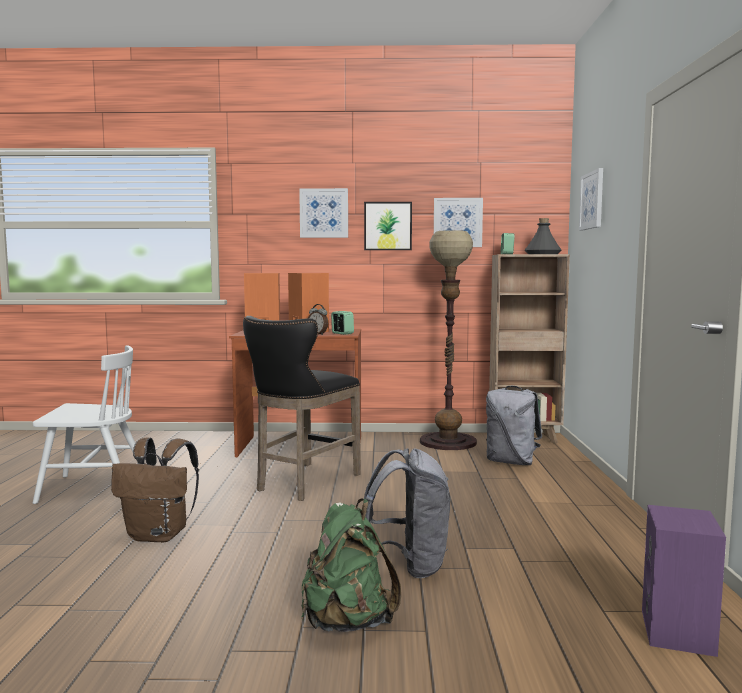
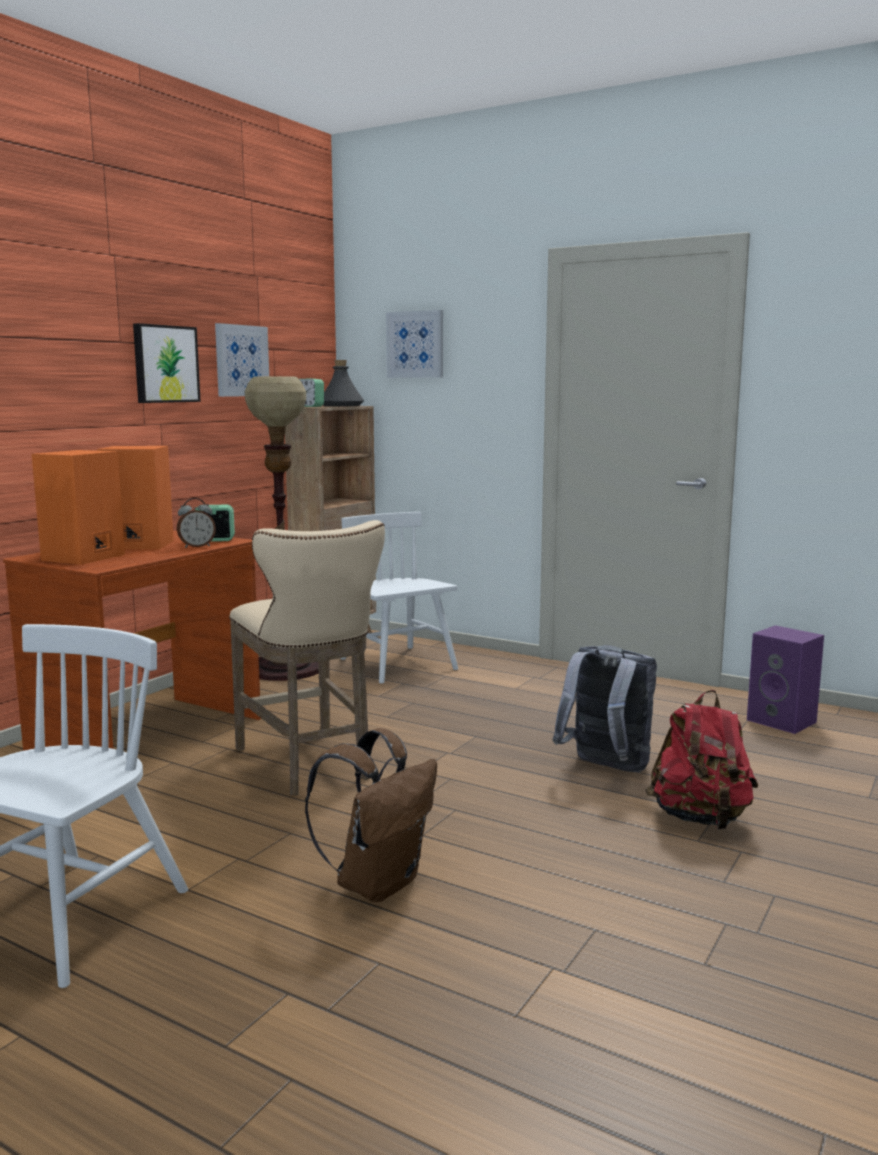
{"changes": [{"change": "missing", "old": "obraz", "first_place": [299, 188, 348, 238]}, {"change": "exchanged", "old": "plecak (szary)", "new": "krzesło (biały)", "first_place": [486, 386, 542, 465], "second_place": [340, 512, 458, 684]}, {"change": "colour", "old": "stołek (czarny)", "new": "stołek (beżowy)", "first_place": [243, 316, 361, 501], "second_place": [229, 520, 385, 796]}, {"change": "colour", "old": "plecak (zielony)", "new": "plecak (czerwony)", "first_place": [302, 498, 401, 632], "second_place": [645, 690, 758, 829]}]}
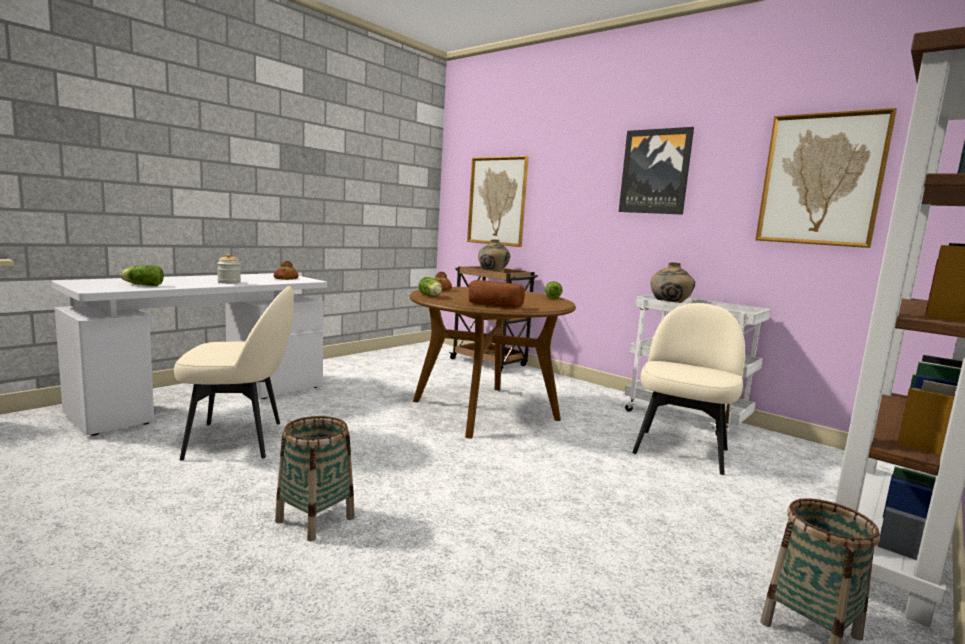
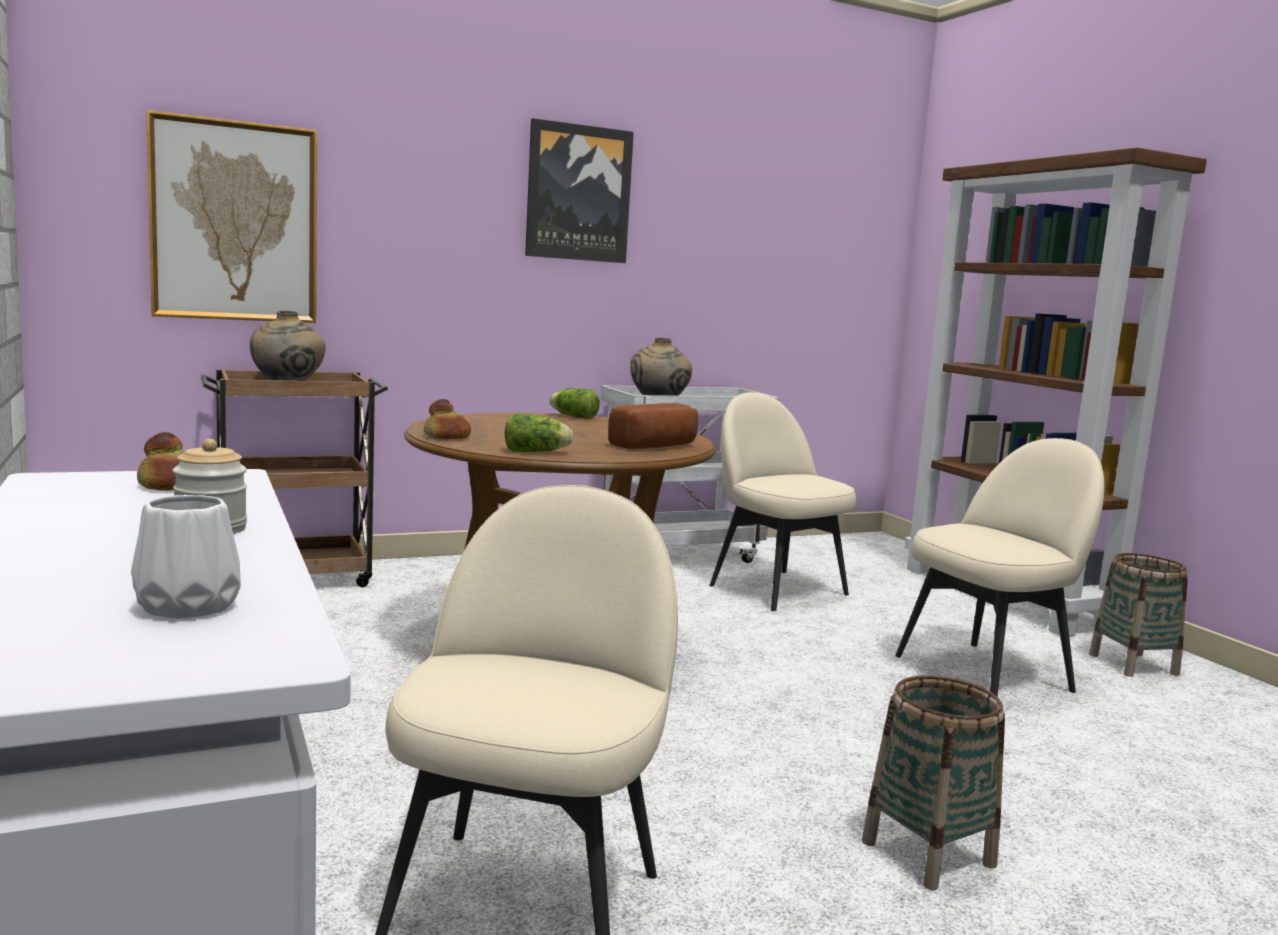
{"changes": [{"change": "missing", "old": "obraz", "first_place": [755, 108, 897, 248]}, {"change": "appeared", "new": "krzesło (beżowy)", "second_place": [895, 438, 1105, 696]}, {"change": "exchanged", "old": "sałata", "new": "wazon (biały)", "first_place": [120, 265, 164, 286], "second_place": [131, 495, 241, 619]}]}
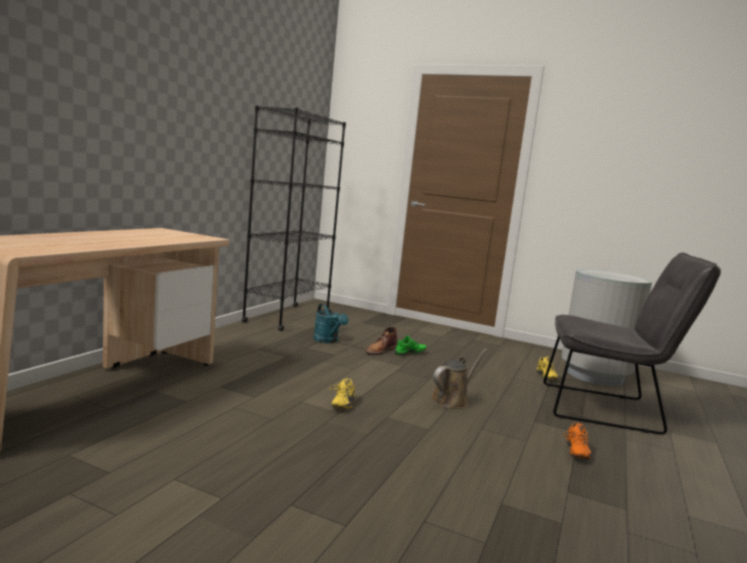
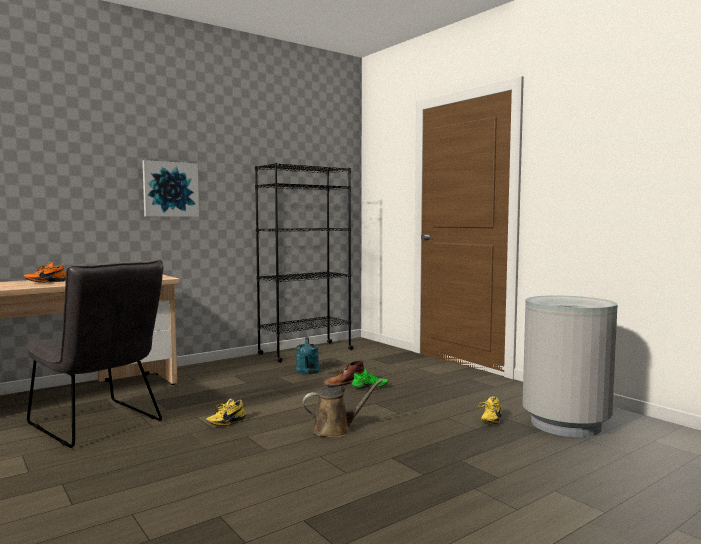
{"changes": [{"change": "appeared", "new": "obraz", "second_place": [142, 160, 199, 217]}, {"change": "relocated", "old": "krzesło (szary)", "first_place": [544, 253, 721, 435], "second_place": [25, 260, 163, 448]}, {"change": "relocated", "old": "but (pomarańczowy)", "first_place": [564, 422, 591, 460], "second_place": [24, 261, 66, 283]}]}
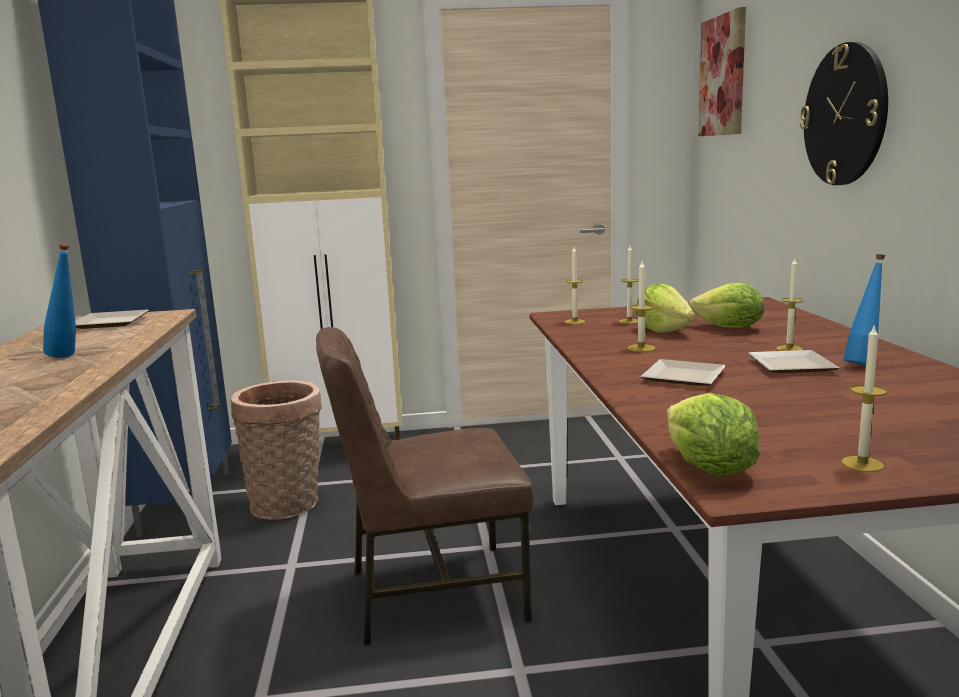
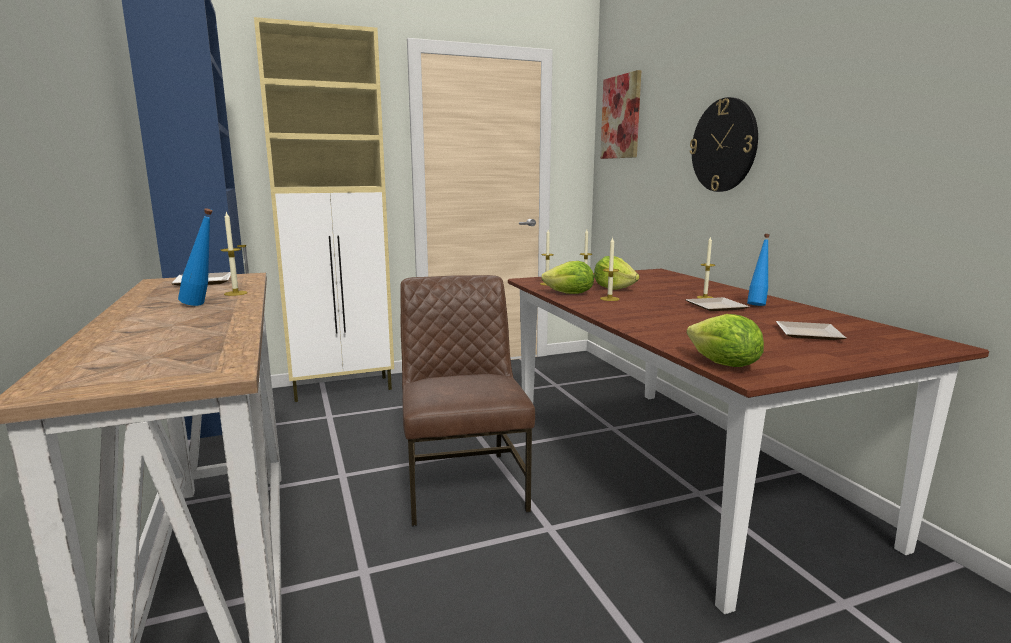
{"changes": [{"change": "missing", "old": "koszyk", "first_place": [231, 380, 322, 520]}, {"change": "relocated", "old": "talerz", "first_place": [640, 359, 725, 386], "second_place": [776, 321, 846, 340]}, {"change": "relocated", "old": "sałata", "first_place": [689, 283, 764, 328], "second_place": [541, 261, 594, 294]}, {"change": "relocated", "old": "świeca", "first_place": [841, 326, 888, 472], "second_place": [221, 211, 248, 296]}, {"change": "spun", "old": "krzesło (brązowy)", "first_place": [316, 327, 534, 646], "second_place": [400, 275, 535, 527], "degrees": 105}]}
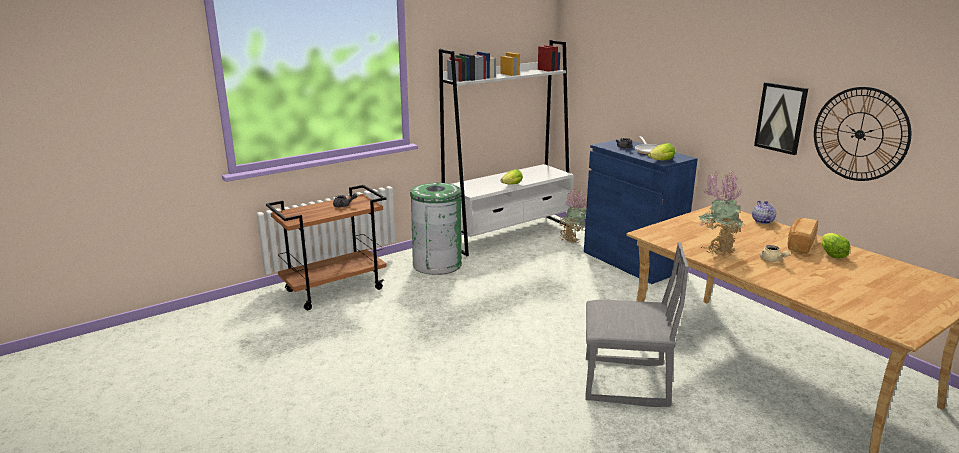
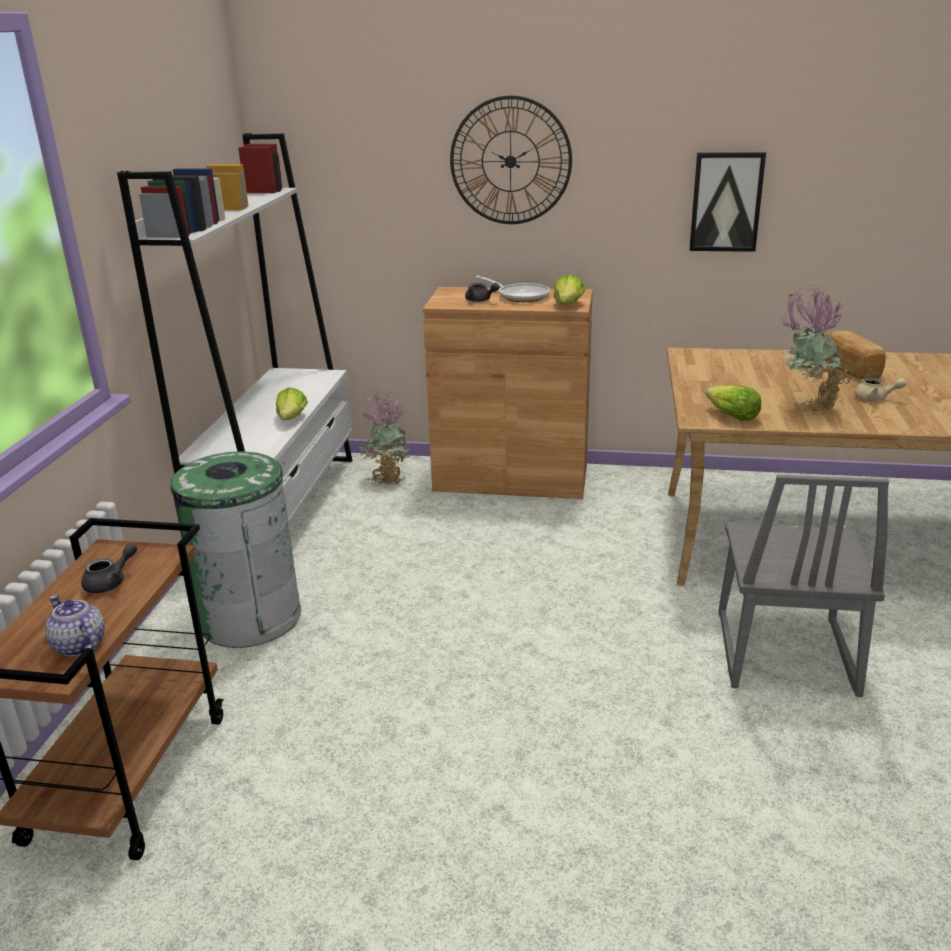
{"changes": [{"change": "relocated", "old": "imbryk", "first_place": [752, 201, 776, 224], "second_place": [45, 595, 105, 657]}, {"change": "relocated", "old": "zegar ścienny", "first_place": [814, 87, 911, 181], "second_place": [450, 95, 572, 224]}, {"change": "relocated", "old": "sałata", "first_place": [821, 233, 850, 259], "second_place": [705, 385, 761, 421]}, {"change": "colour", "old": "szafka (niebieski)", "new": "szafka (brązowy)", "first_place": [584, 139, 698, 284], "second_place": [423, 287, 593, 499]}, {"change": "spun", "old": "krzesło (szary)", "first_place": [585, 242, 689, 407], "second_place": [718, 475, 889, 697], "degrees": 135}]}
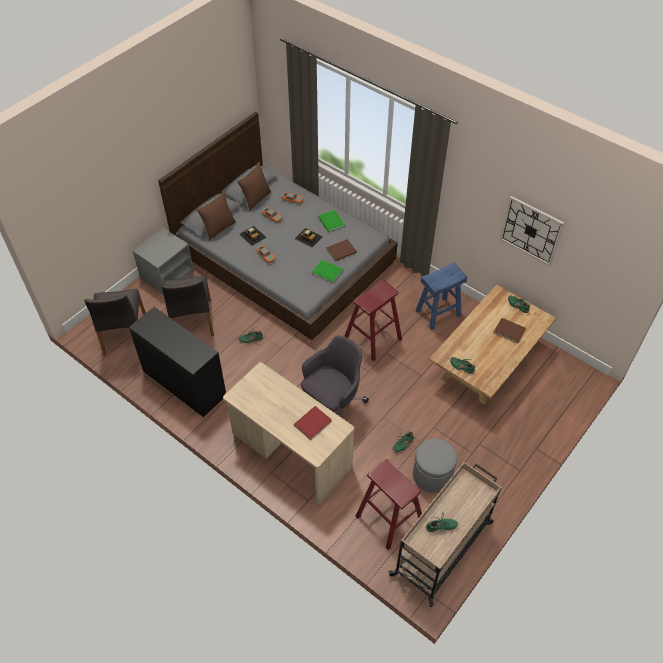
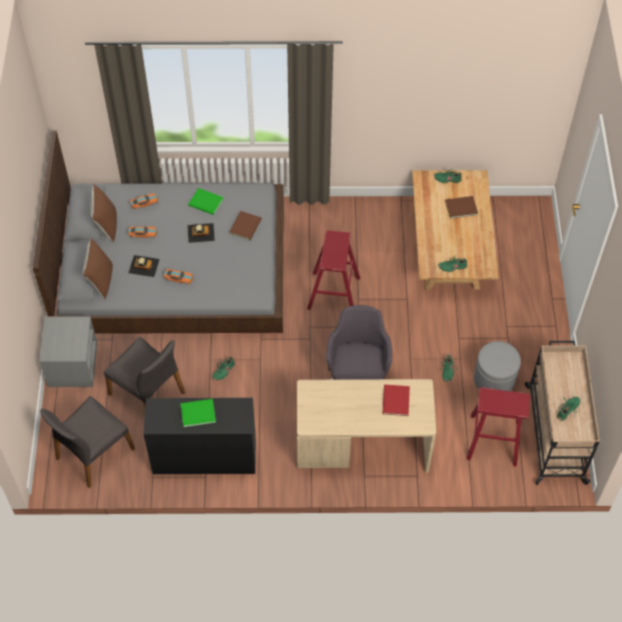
{"changes": [{"change": "missing", "old": "stołek (niebieski)", "first_place": [415, 262, 467, 330]}, {"change": "missing", "old": "zegar ścienny", "first_place": [500, 196, 564, 266]}, {"change": "relocated", "old": "książka (zielony)", "first_place": [312, 260, 343, 283], "second_place": [180, 399, 216, 427]}, {"change": "spun", "old": "krzesło (szary)", "first_place": [84, 289, 146, 356], "second_place": [40, 396, 135, 488], "degrees": 90}]}
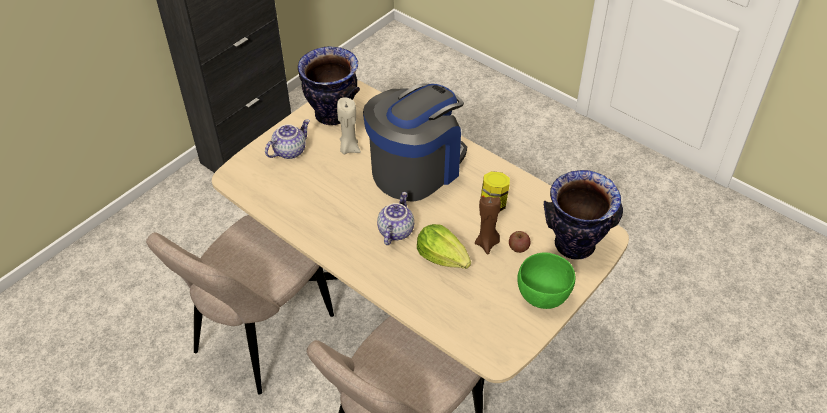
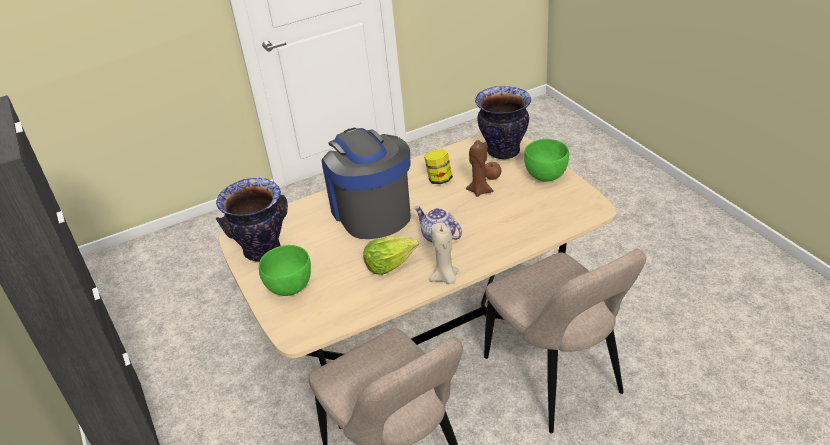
{"changes": [{"change": "relocated", "old": "świeca (beżowy)", "first_place": [337, 97, 361, 154], "second_place": [430, 222, 459, 284]}, {"change": "relocated", "old": "sałata", "first_place": [417, 224, 471, 269], "second_place": [363, 236, 419, 275]}, {"change": "exchanged", "old": "imbryk", "new": "miska (zielony)", "first_place": [265, 119, 310, 159], "second_place": [259, 245, 311, 296]}]}
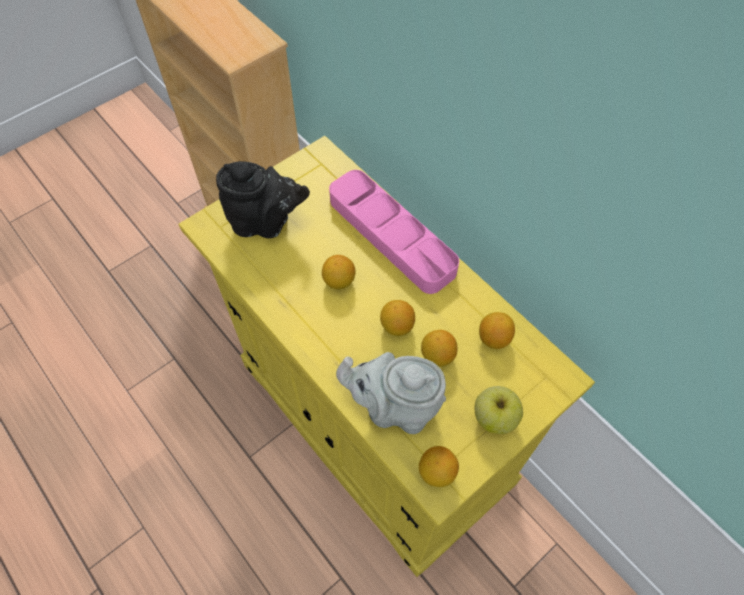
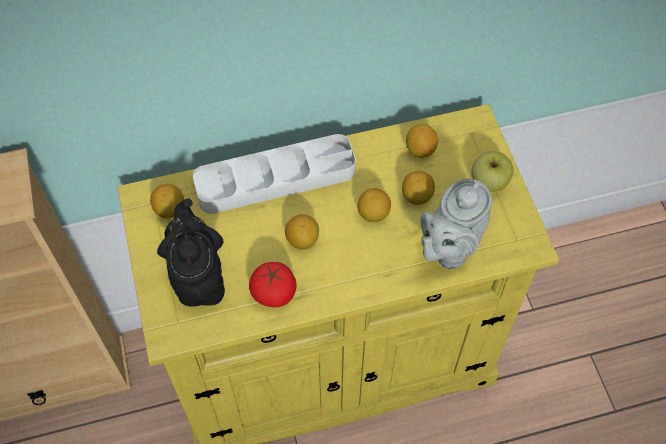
{"changes": [{"change": "appeared", "new": "pomidor", "second_place": [249, 262, 297, 307]}, {"change": "relocated", "old": "cytryna", "first_place": [419, 446, 459, 487], "second_place": [150, 184, 184, 218]}, {"change": "colour", "old": "taca (różowy)", "new": "taca (biały)", "first_place": [329, 170, 459, 294], "second_place": [193, 134, 356, 214]}, {"change": "spun", "old": "imbryk (czarny)", "first_place": [216, 161, 310, 238], "second_place": [157, 198, 225, 307], "degrees": -45}]}
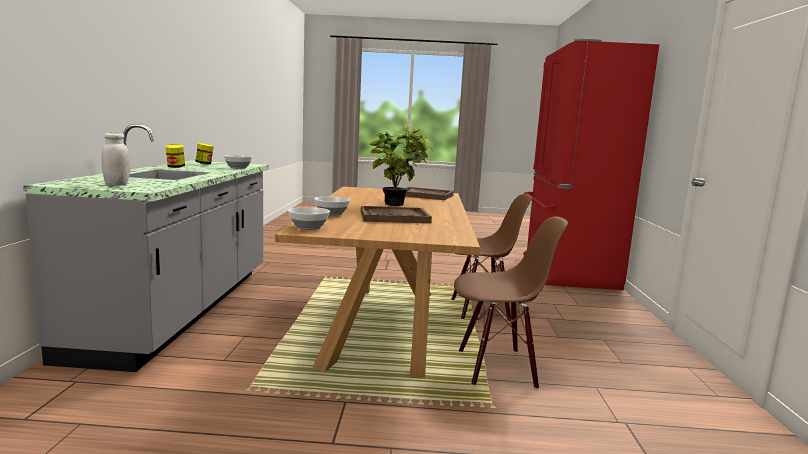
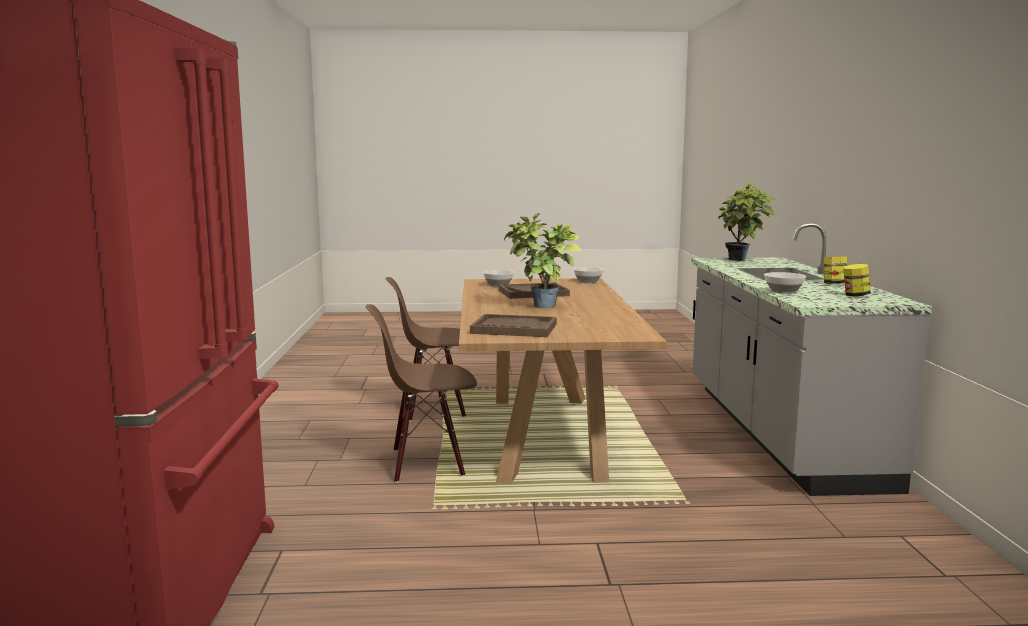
{"changes": [{"change": "relocated", "old": "miska", "first_place": [314, 197, 350, 216], "second_place": [483, 270, 514, 287]}, {"change": "exchanged", "old": "słoik (biały)", "new": "roślina doniczkowa", "first_place": [102, 133, 130, 186], "second_place": [718, 181, 777, 261]}]}
